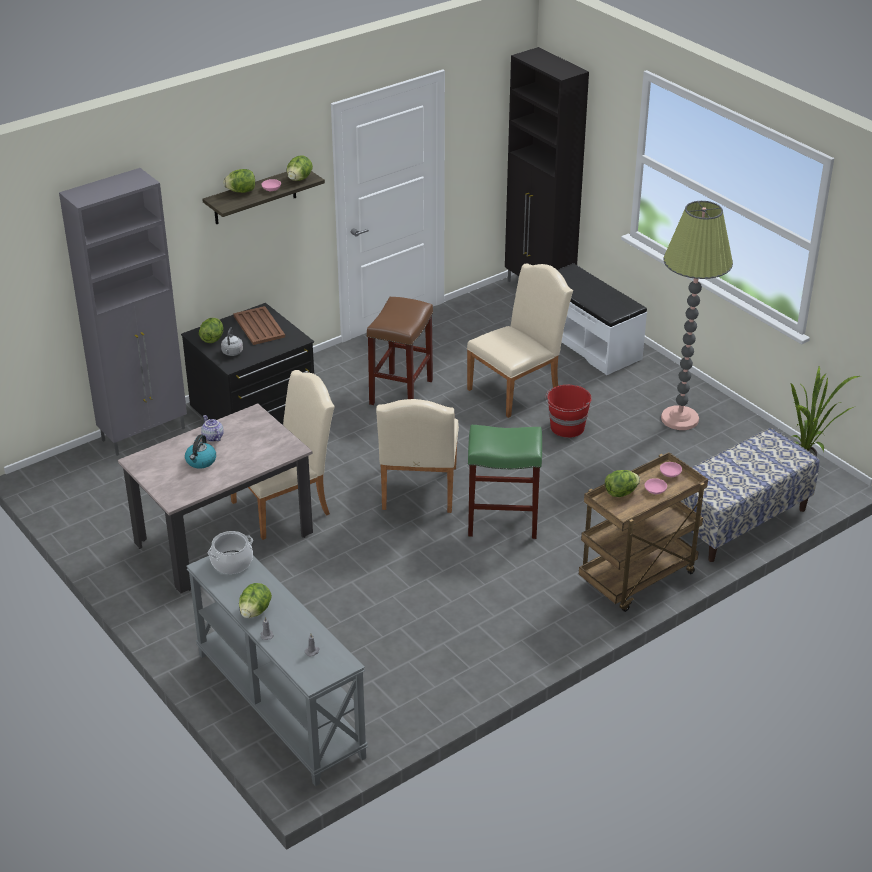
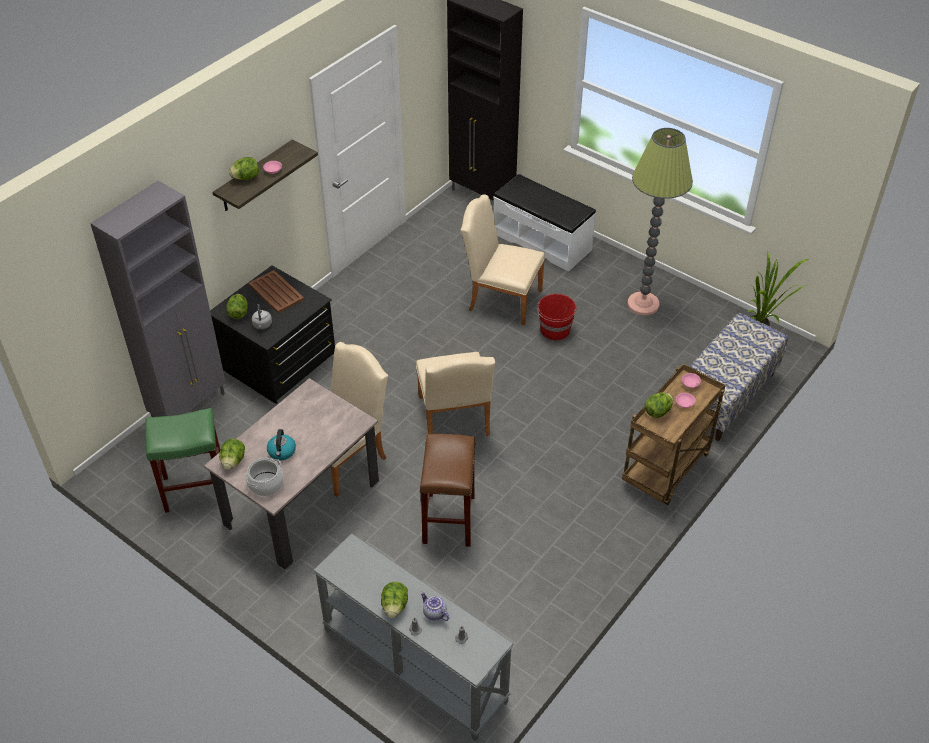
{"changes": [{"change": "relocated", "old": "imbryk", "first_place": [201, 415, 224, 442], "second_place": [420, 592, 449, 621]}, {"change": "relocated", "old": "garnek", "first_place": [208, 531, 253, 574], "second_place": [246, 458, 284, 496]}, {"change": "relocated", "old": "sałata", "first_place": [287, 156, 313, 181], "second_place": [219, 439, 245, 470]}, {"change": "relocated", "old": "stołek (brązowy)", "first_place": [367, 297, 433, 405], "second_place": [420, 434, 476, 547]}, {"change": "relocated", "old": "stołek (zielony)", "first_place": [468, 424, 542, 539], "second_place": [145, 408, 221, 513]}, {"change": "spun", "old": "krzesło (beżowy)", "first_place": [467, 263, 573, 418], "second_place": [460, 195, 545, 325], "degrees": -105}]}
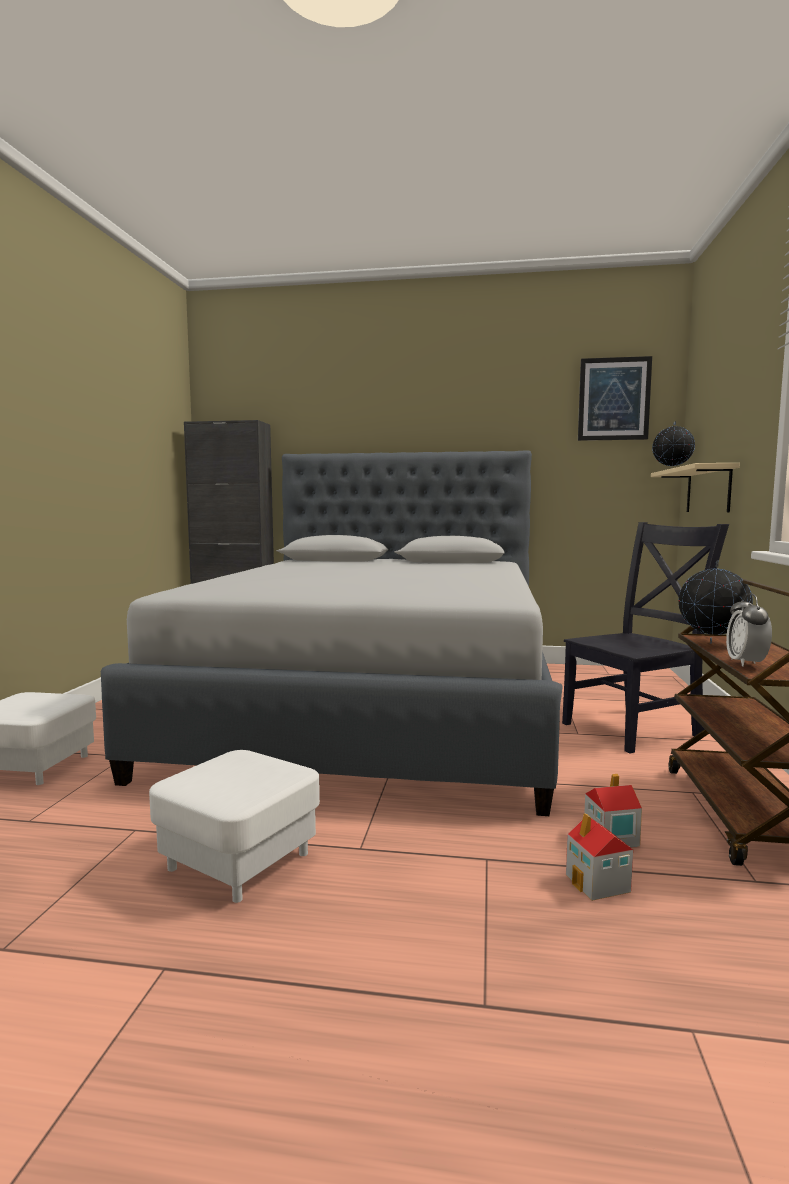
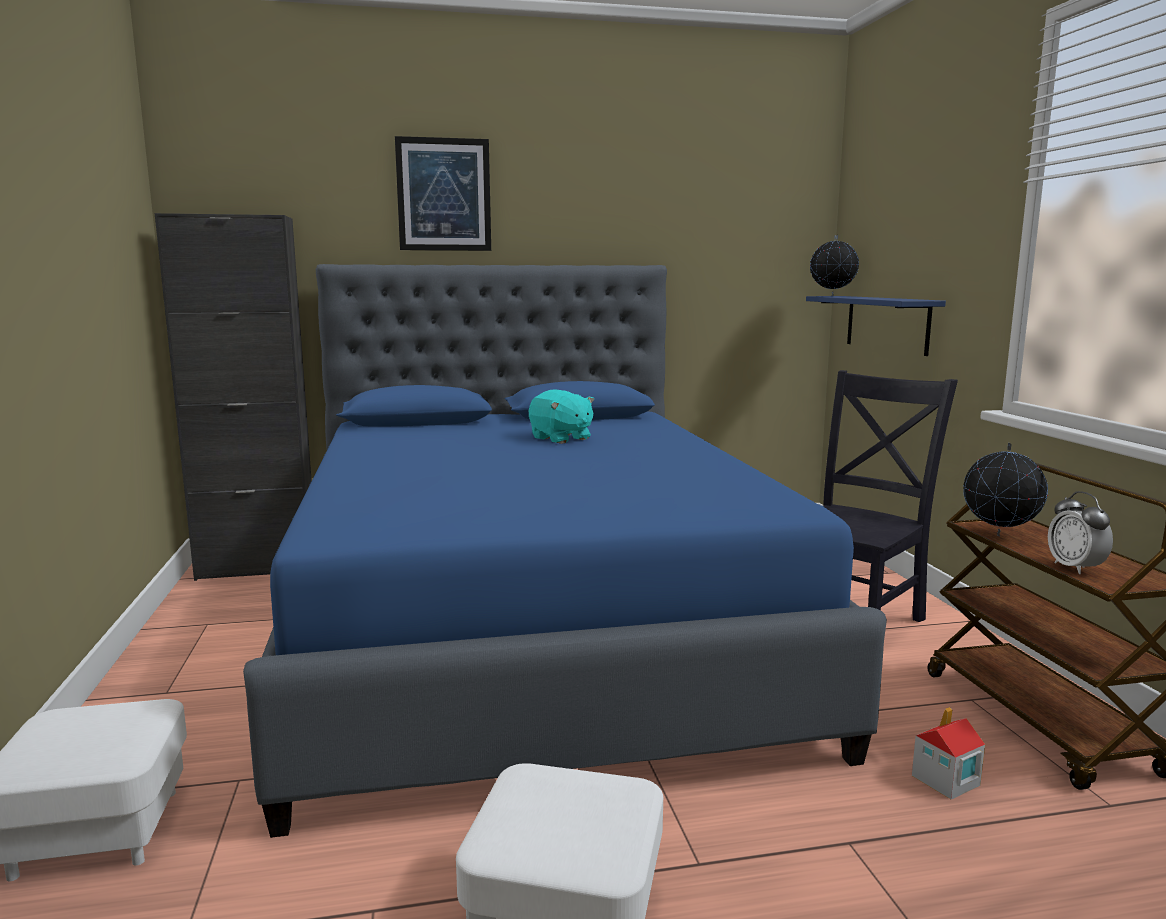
{"changes": [{"change": "missing", "old": "domek", "first_place": [566, 813, 633, 901]}, {"change": "appeared", "new": "pluszak (turkusowy)", "second_place": [528, 389, 595, 444]}, {"change": "relocated", "old": "obraz", "first_place": [578, 356, 652, 441], "second_place": [395, 136, 491, 251]}, {"change": "colour", "old": "łóżko (szary)", "new": "łóżko (niebieski)", "first_place": [101, 450, 563, 816], "second_place": [243, 264, 887, 838]}, {"change": "colour", "old": "półka (beżowy)", "new": "półka (niebieski)", "first_place": [651, 463, 740, 512], "second_place": [806, 296, 946, 356]}]}
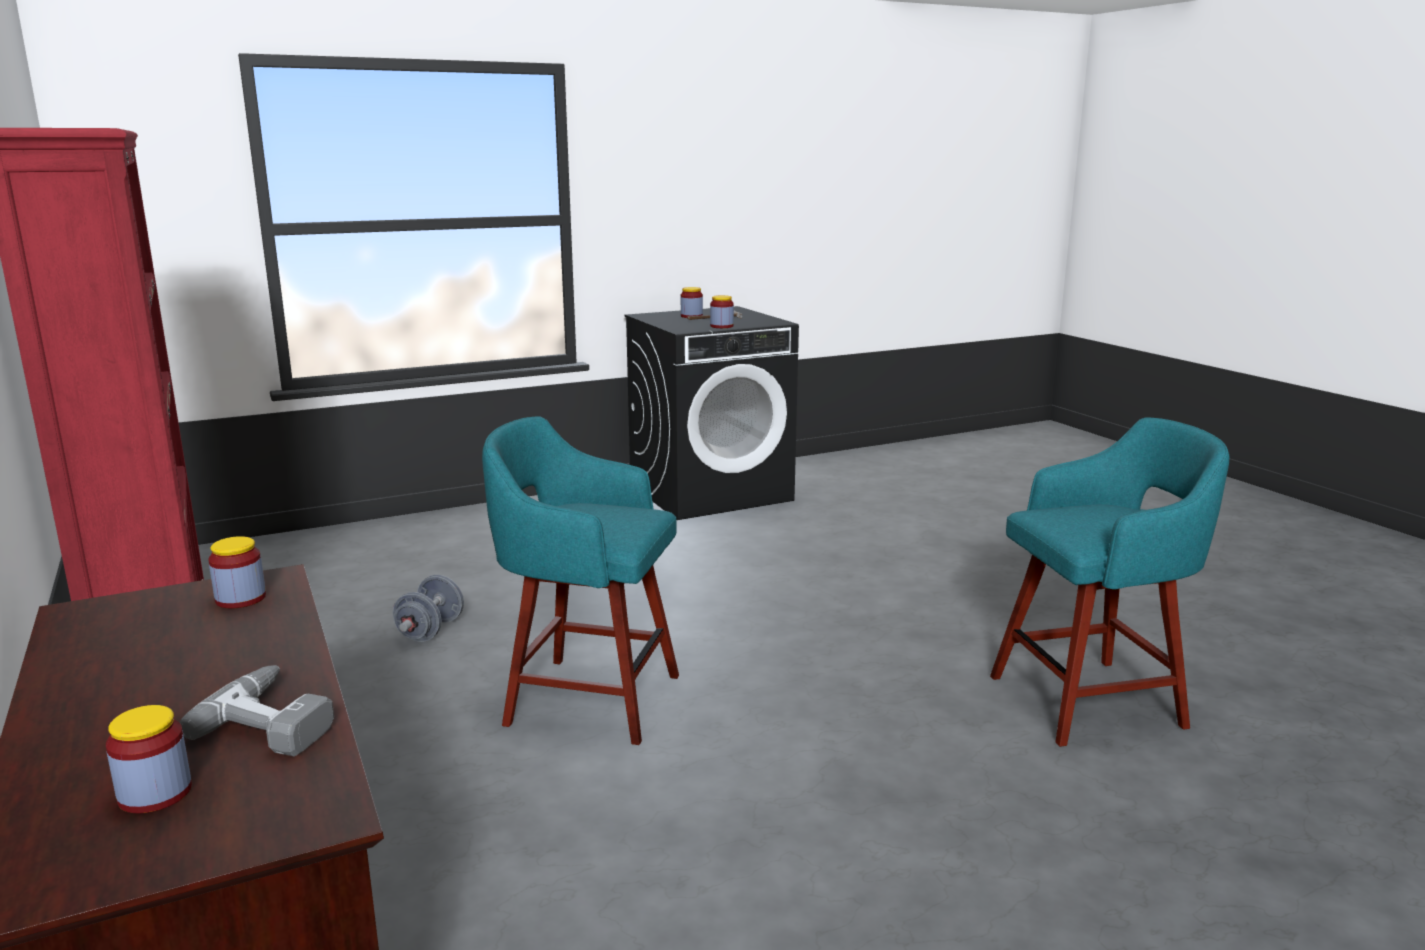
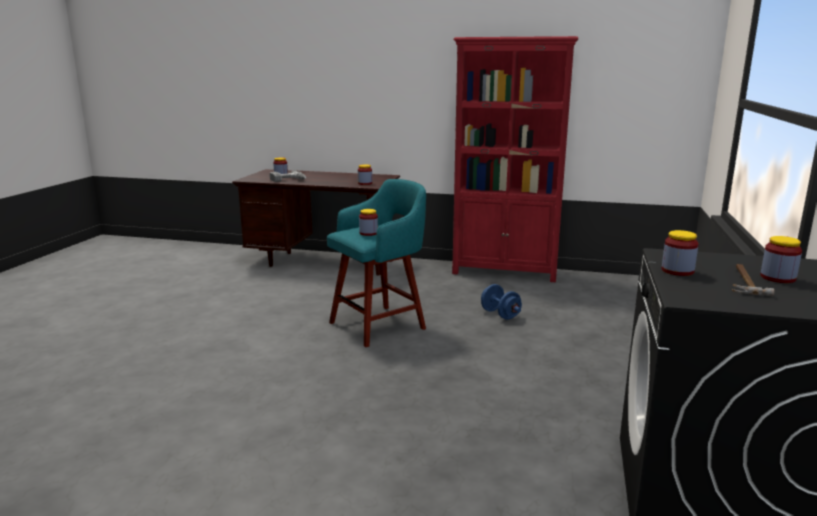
{"changes": [{"change": "missing", "old": "stołek (turkusowy)", "first_place": [990, 417, 1230, 747]}, {"change": "appeared", "new": "słoik", "second_place": [359, 209, 378, 236]}, {"change": "colour", "old": "hantel (szary)", "new": "hantel (niebieski)", "first_place": [393, 575, 464, 642], "second_place": [481, 284, 522, 320]}]}
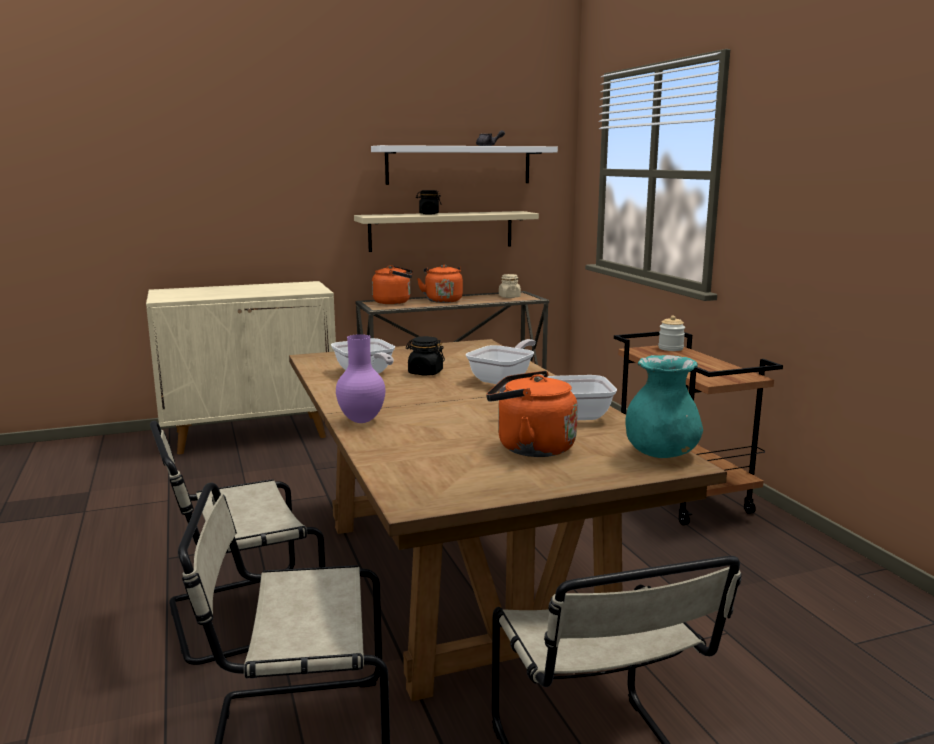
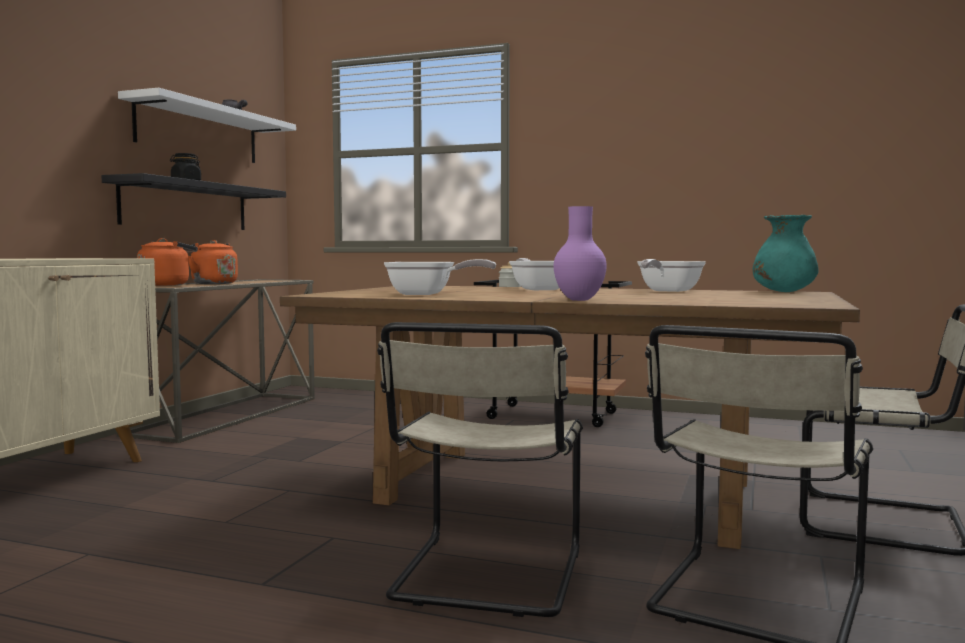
{"changes": [{"change": "missing", "old": "słoik (czarny)", "first_place": [406, 336, 445, 375]}, {"change": "missing", "old": "czajnik (pomarańczowy)", "first_place": [486, 371, 578, 457]}, {"change": "missing", "old": "słoik (beżowy)", "first_place": [499, 274, 521, 298]}, {"change": "colour", "old": "półka (beżowy)", "new": "półka (czarny)", "first_place": [354, 211, 539, 252], "second_place": [101, 173, 286, 230]}]}
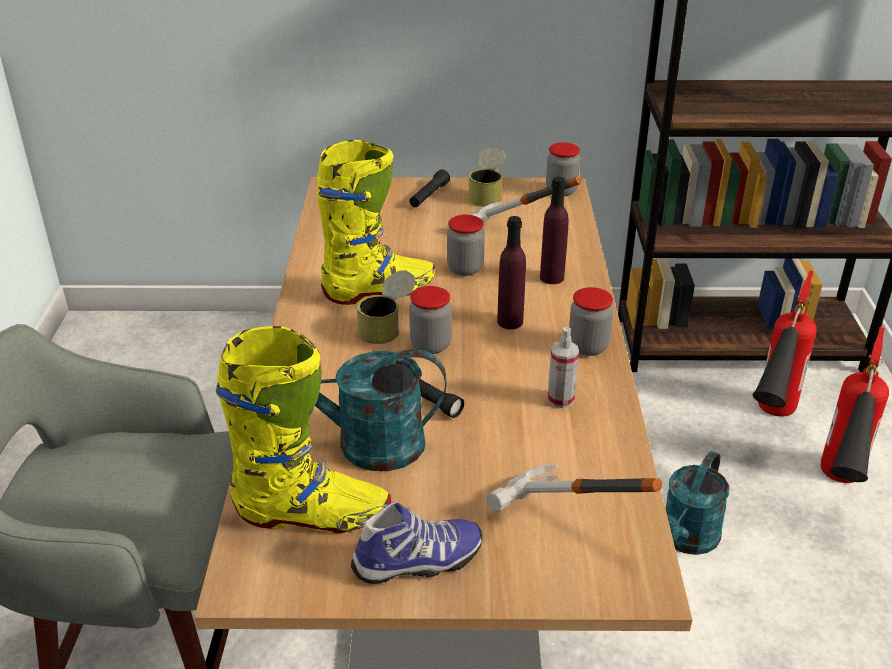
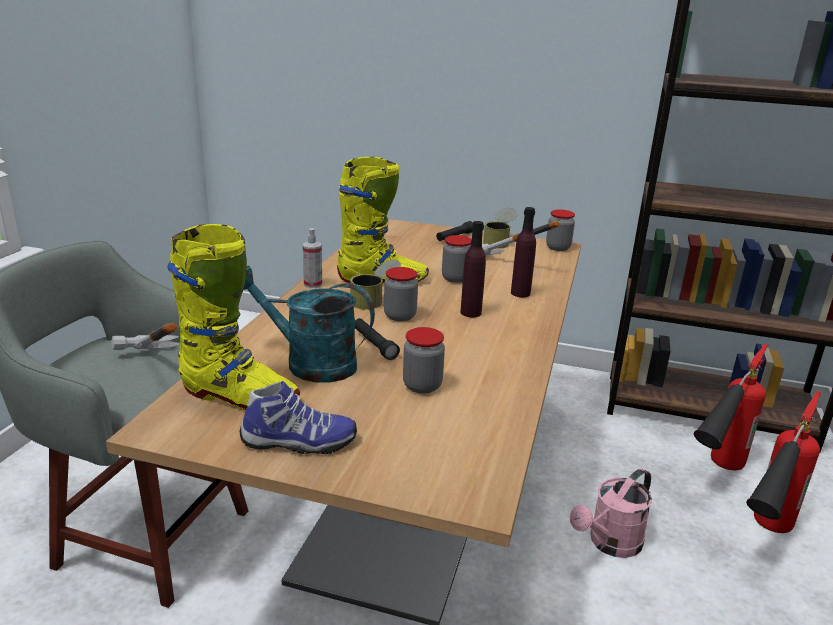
{"changes": [{"change": "relocated", "old": "młotek", "first_place": [486, 465, 662, 512], "second_place": [111, 323, 179, 350]}, {"change": "relocated", "old": "spryskiwacz", "first_place": [547, 327, 579, 408], "second_place": [303, 228, 322, 288]}, {"change": "relocated", "old": "słoik", "first_place": [569, 287, 613, 356], "second_place": [403, 327, 445, 394]}, {"change": "colour", "old": "konewka (turkusowy)", "new": "konewka (różowy)", "first_place": [666, 451, 729, 555], "second_place": [570, 468, 652, 558]}]}
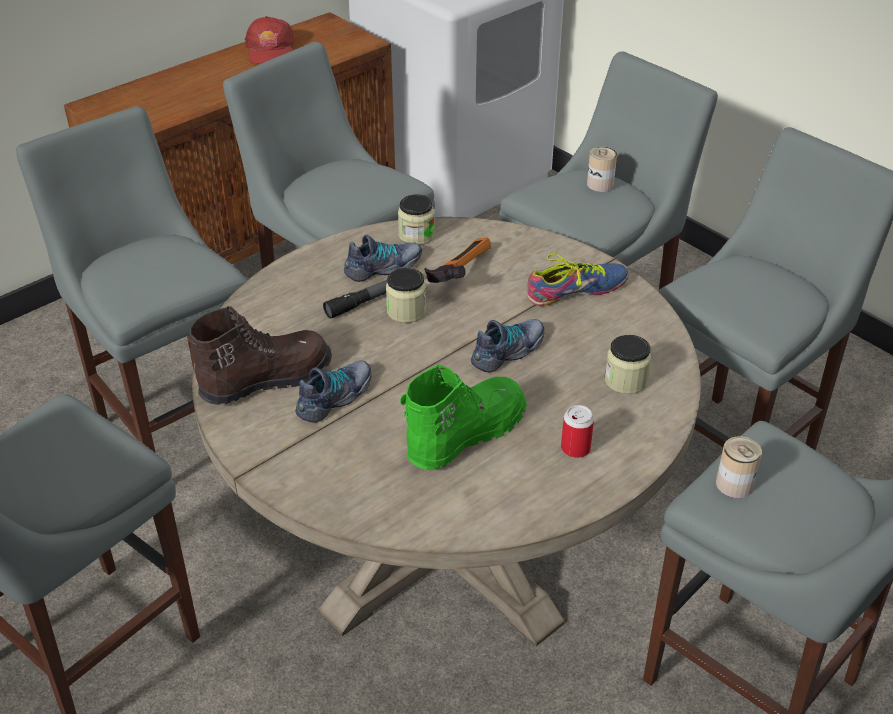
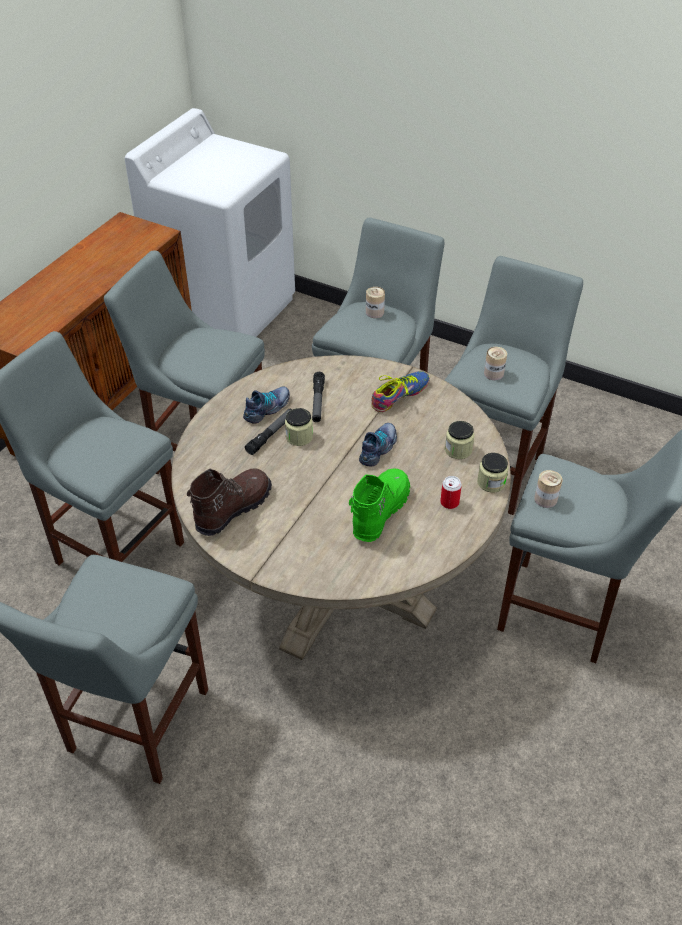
{"changes": [{"change": "missing", "old": "czapka z daszkiem (czerwony)", "first_place": [245, 16, 295, 64]}, {"change": "missing", "old": "but", "first_place": [295, 360, 371, 423]}, {"change": "appeared", "new": "puszka", "second_place": [484, 347, 507, 380]}, {"change": "relocated", "old": "słoik", "first_place": [398, 194, 435, 245], "second_place": [477, 453, 509, 493]}, {"change": "exchanged", "old": "młotek", "new": "latarka", "first_place": [424, 237, 491, 283], "second_place": [312, 372, 325, 422]}]}
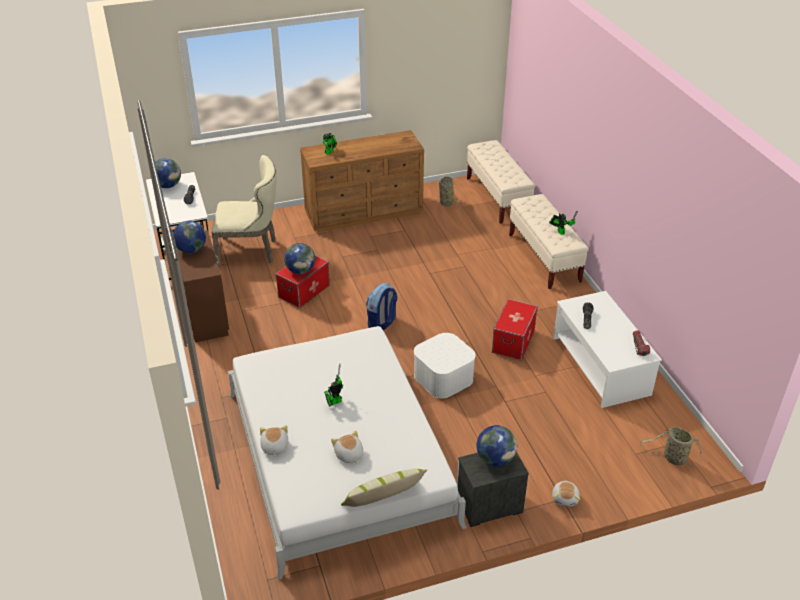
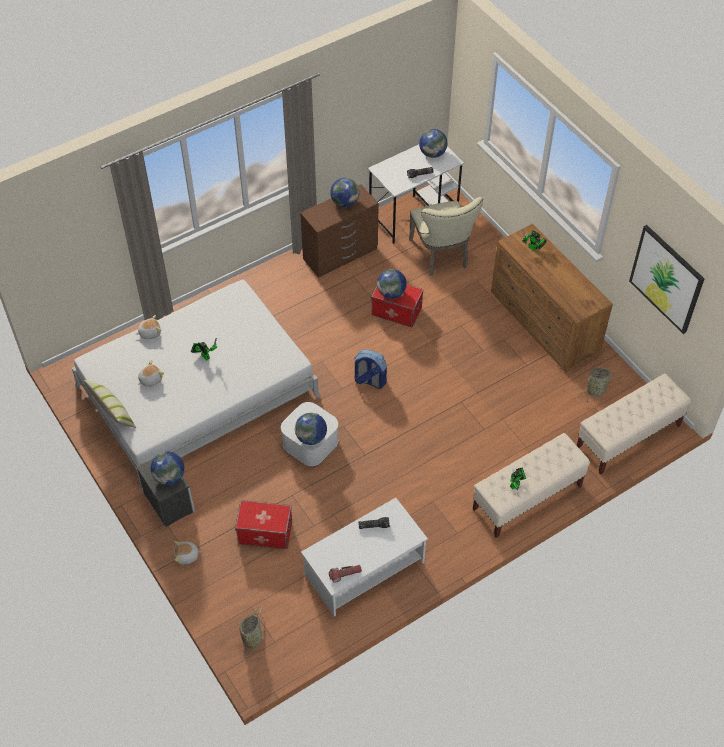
{"changes": [{"change": "appeared", "new": "globus", "second_place": [295, 413, 327, 445]}, {"change": "appeared", "new": "obraz", "second_place": [629, 225, 704, 334]}, {"change": "relocated", "old": "pojemnik do przechowywania", "first_place": [492, 299, 538, 360], "second_place": [235, 500, 292, 549]}]}
